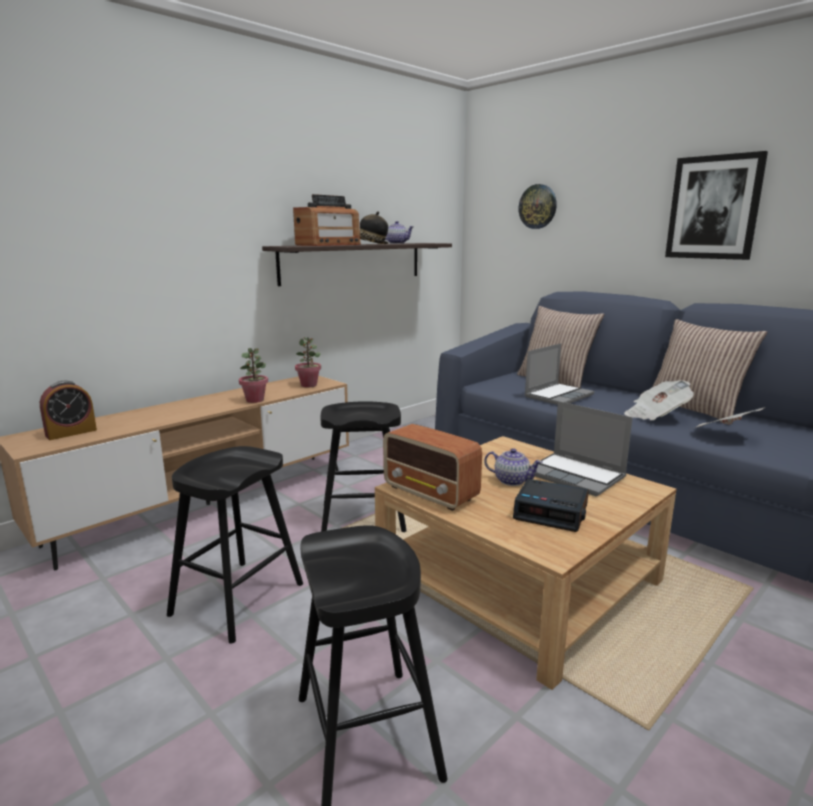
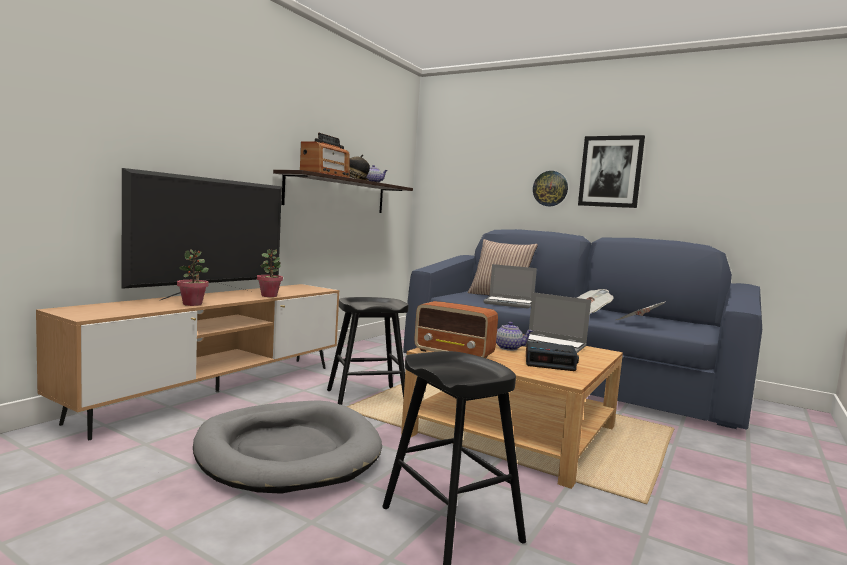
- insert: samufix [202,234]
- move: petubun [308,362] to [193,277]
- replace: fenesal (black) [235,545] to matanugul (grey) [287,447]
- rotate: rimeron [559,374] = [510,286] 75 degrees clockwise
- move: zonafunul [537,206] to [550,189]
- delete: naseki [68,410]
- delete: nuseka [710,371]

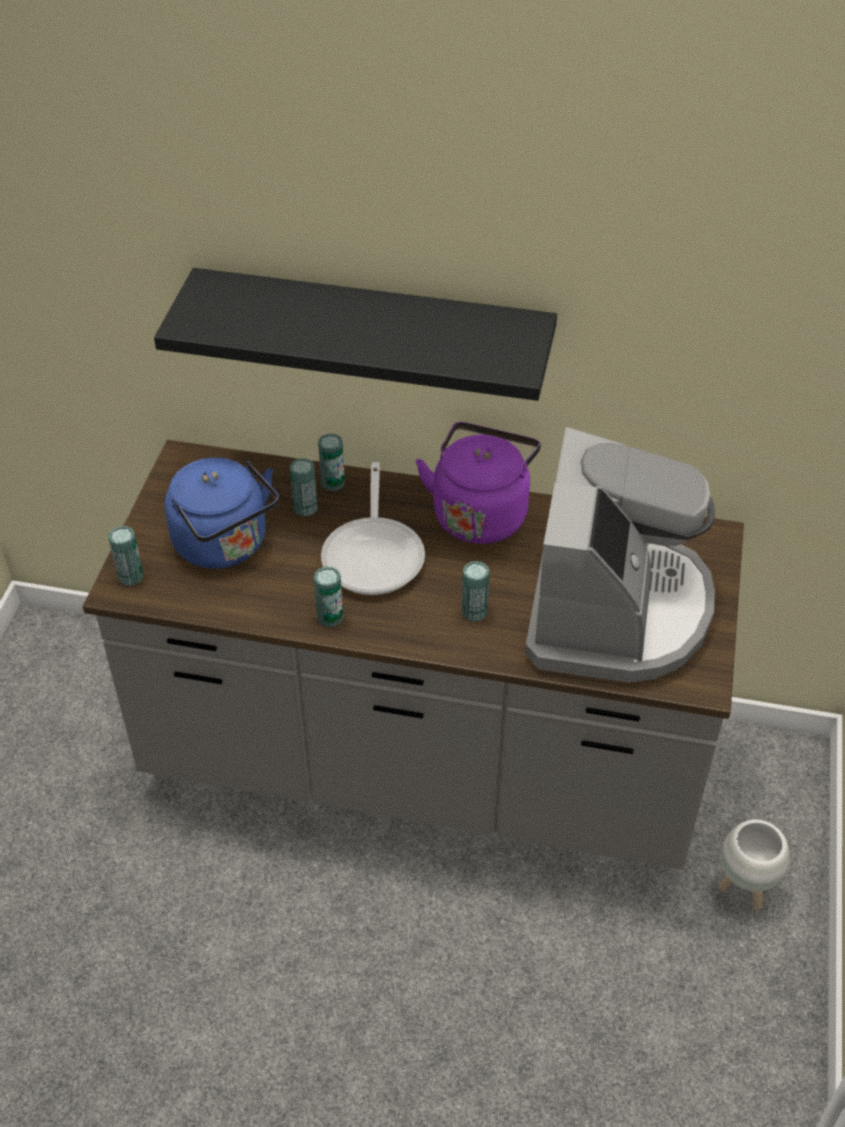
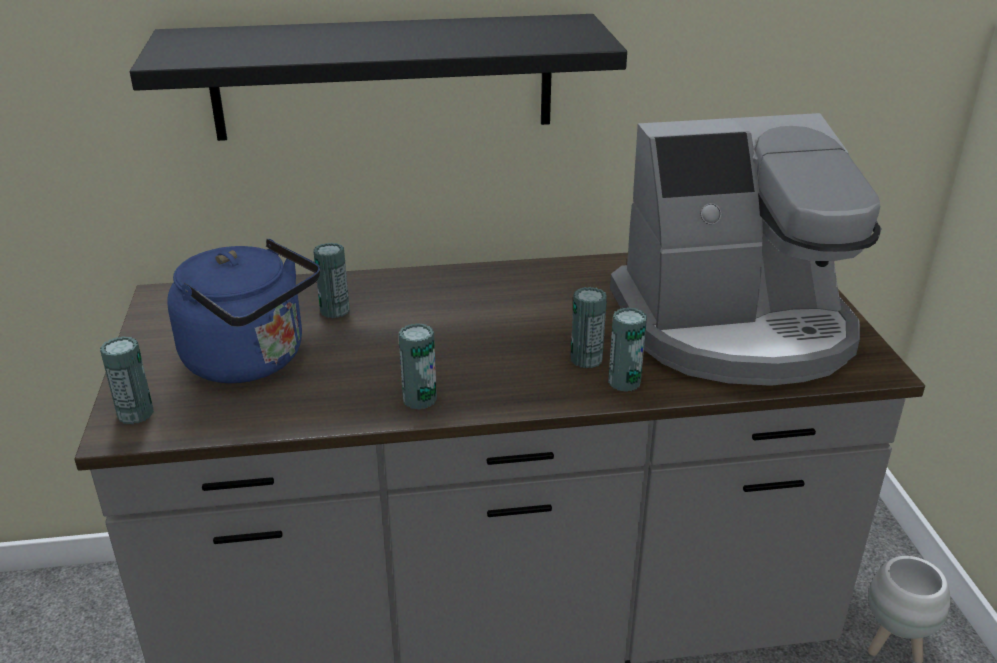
- move: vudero [331,462] to [627,349]
- rotate: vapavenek [620,555] = [745,249] 90 degrees clockwise
- delete: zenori [373,528]
- delete: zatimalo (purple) [478,483]

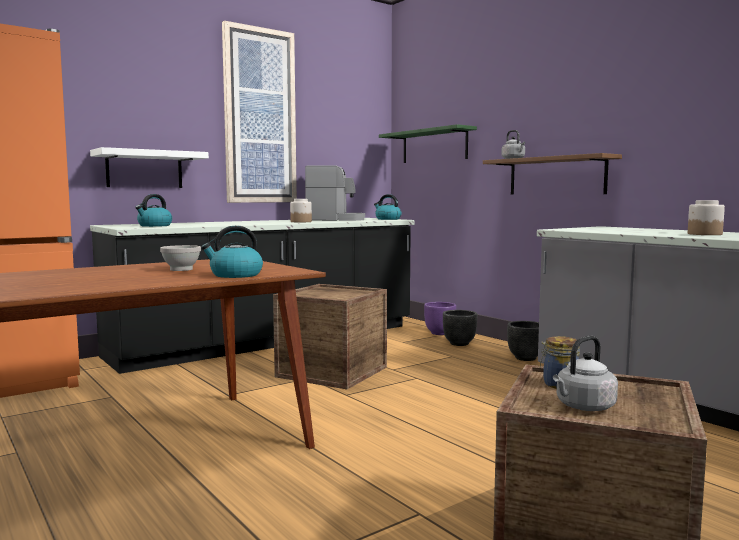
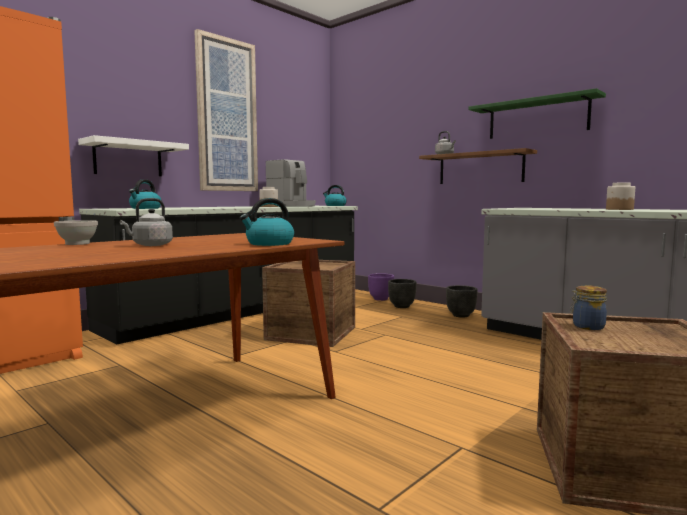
- move: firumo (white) [180,258] to [76,232]
- move: zatimalo (grey) [585,373] to [146,222]
- rotate: vapavenek [335,193] = [291,183] 45 degrees clockwise
- move: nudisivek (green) [428,143] to [537,113]

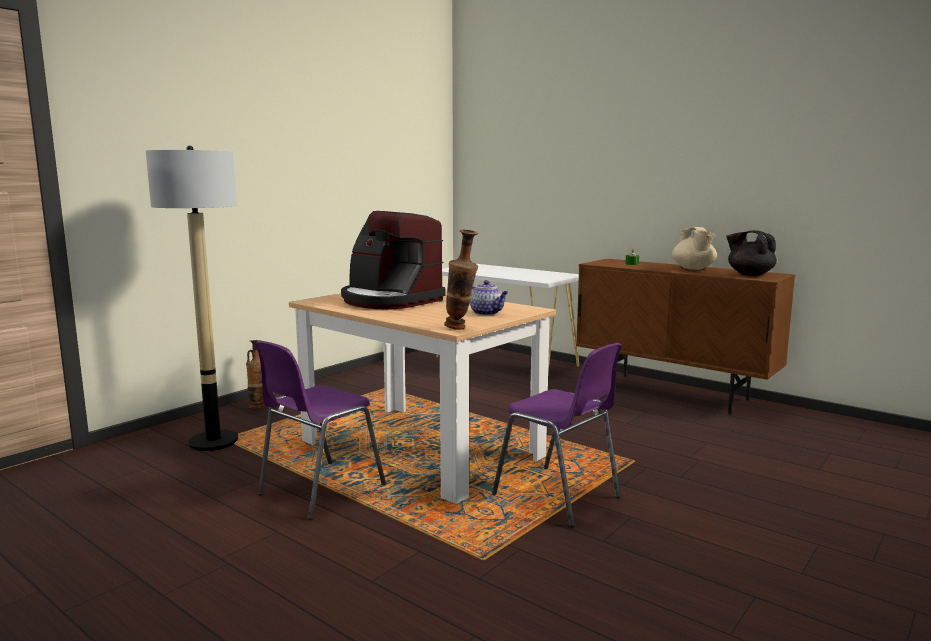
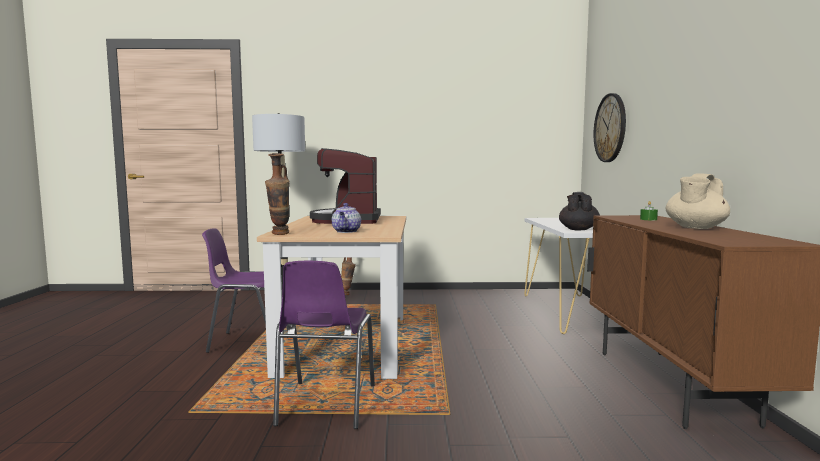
- move: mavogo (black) [751,253] to [579,211]
- insert: zonafunul [610,127]

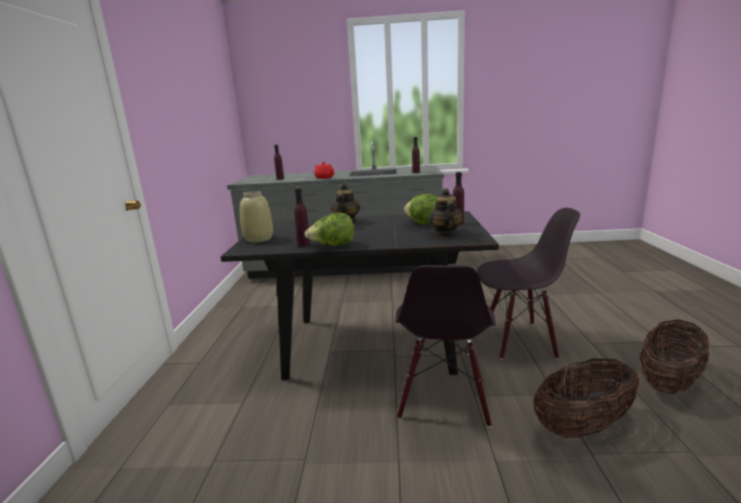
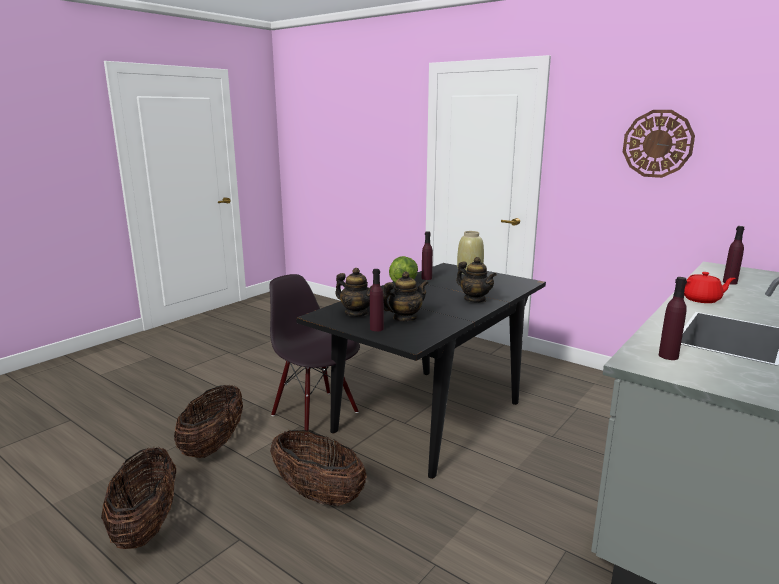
- replace: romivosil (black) [528,284] to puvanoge [318,468]
- replace: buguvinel [420,209] to mavogo [405,296]
- insert: zonafunul [659,144]

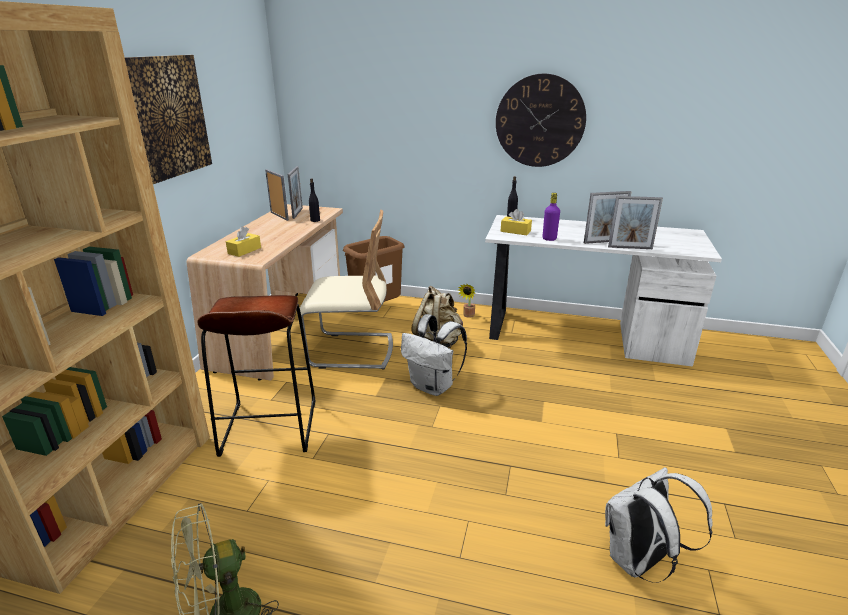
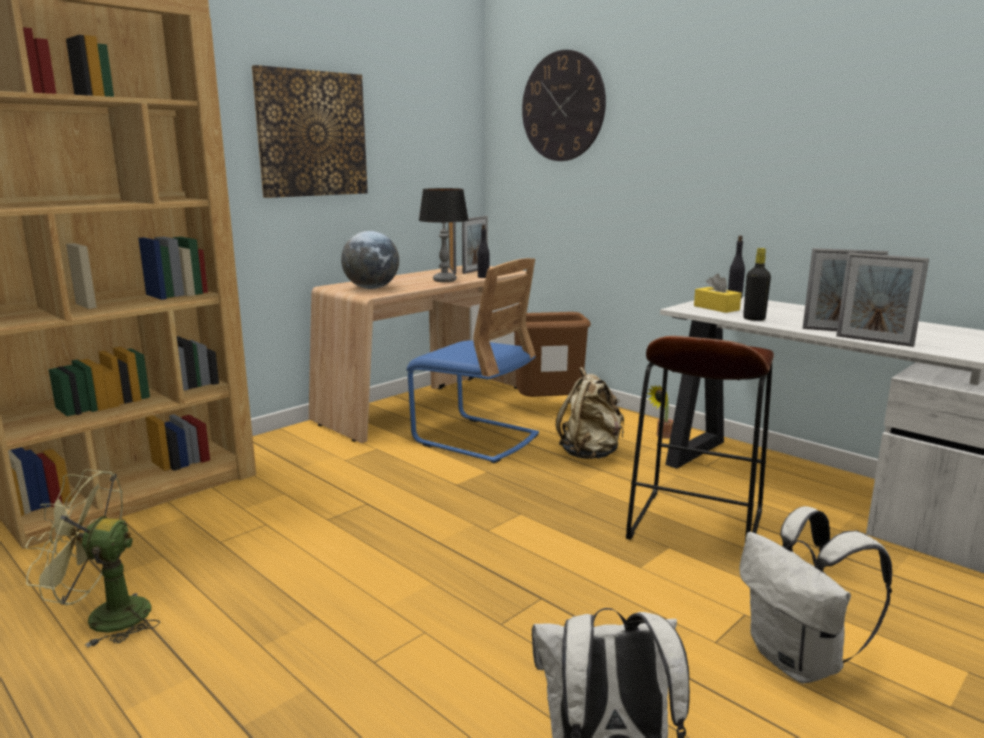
- replace: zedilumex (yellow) [243,241] to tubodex [370,260]
- recolor: romivosil (beige) [346,290] to romivosil (blue) [473,360]
- insert: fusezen [444,235]
- move: zonafunul [541,120] to [564,105]
- move: fenesal (brown) [256,376] to [700,438]
- move: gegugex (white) [434,355] to [815,595]
- recolor: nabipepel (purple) [551,217] to nabipepel (black) [757,284]

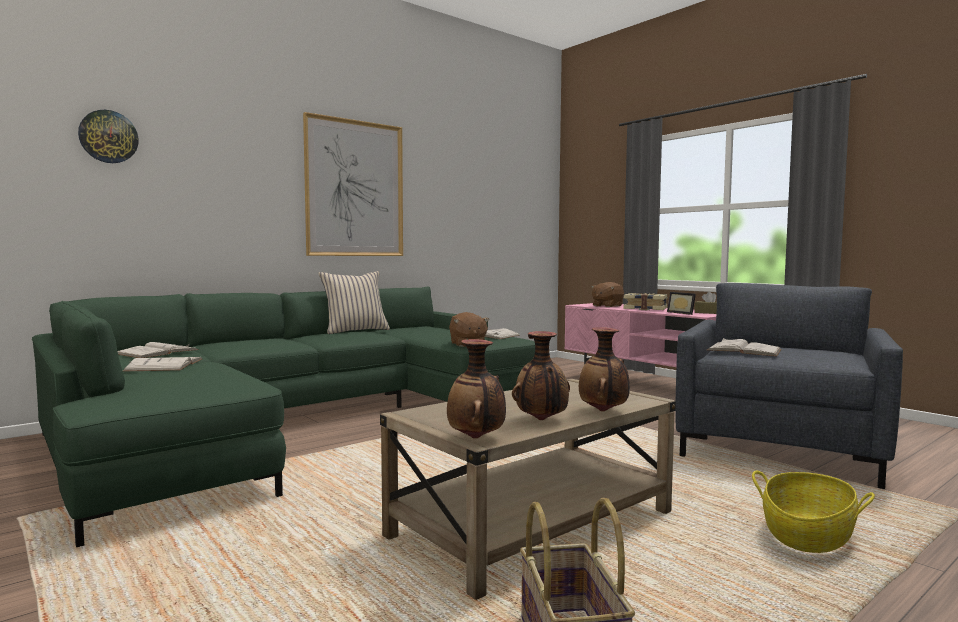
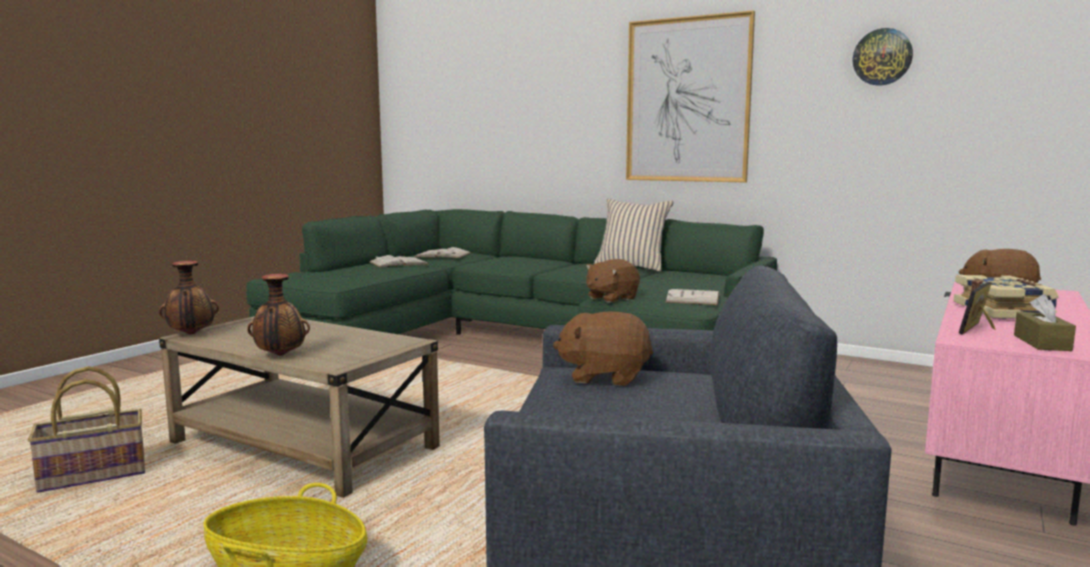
- replace: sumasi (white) [744,347] to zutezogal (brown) [603,348]
- move: zonafunul [108,136] to [883,57]
- delete: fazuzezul [541,375]

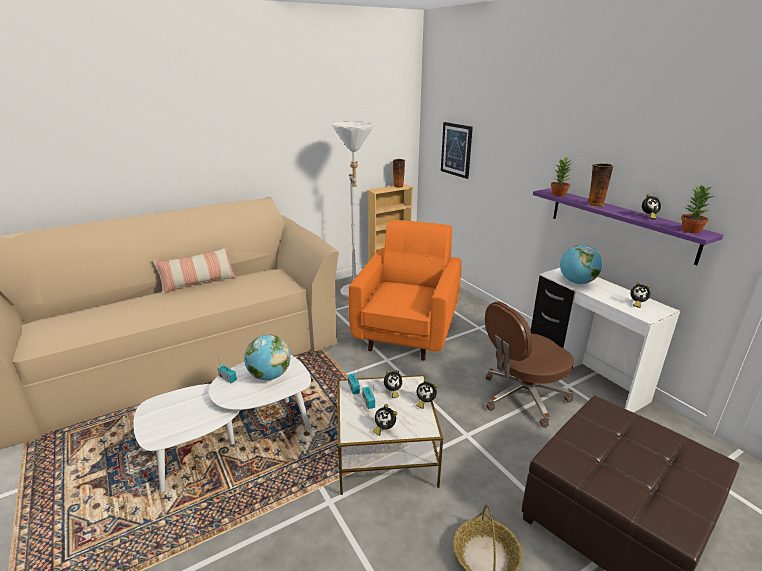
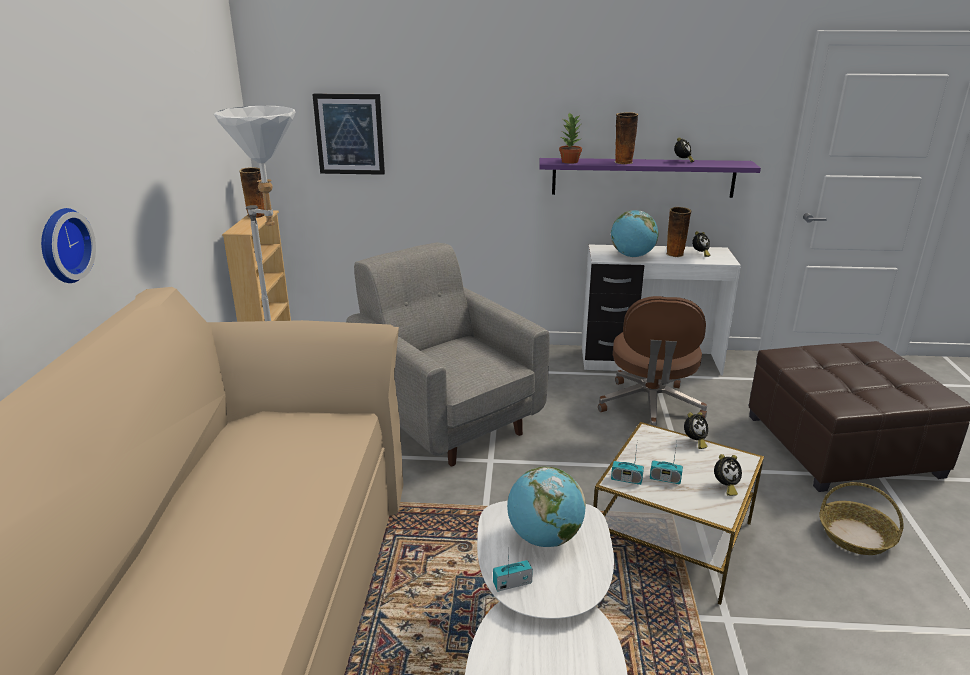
- insert: zonafunul [68,245]
- recolor: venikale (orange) [404,290] to venikale (grey) [447,354]
- insert: fazuzezul [679,232]
- delete: nuseka [194,271]
- delete: naseki [393,384]
- delete: petubun [697,209]

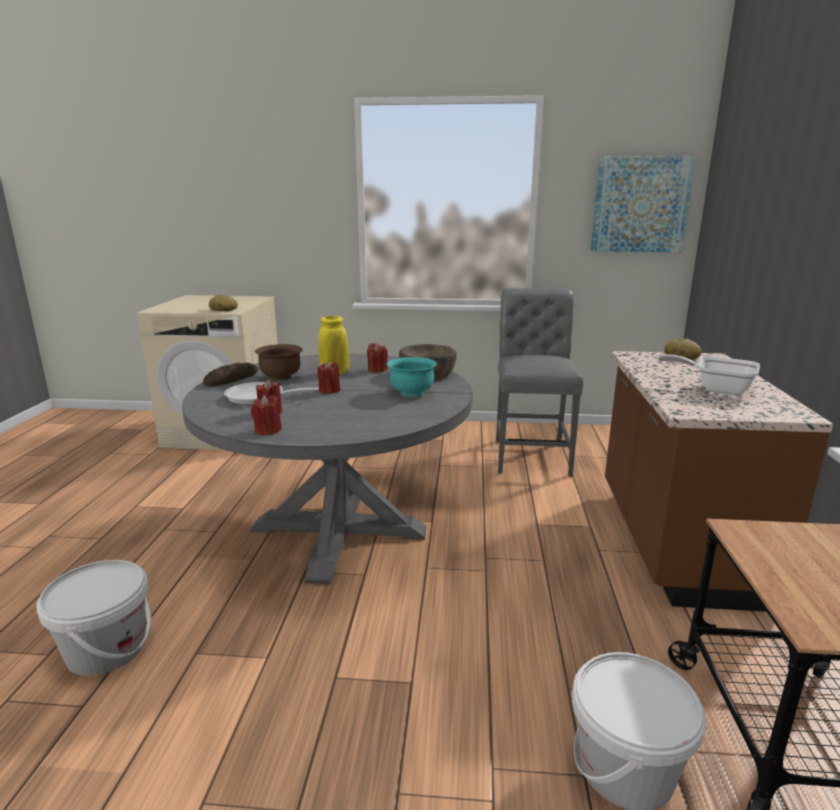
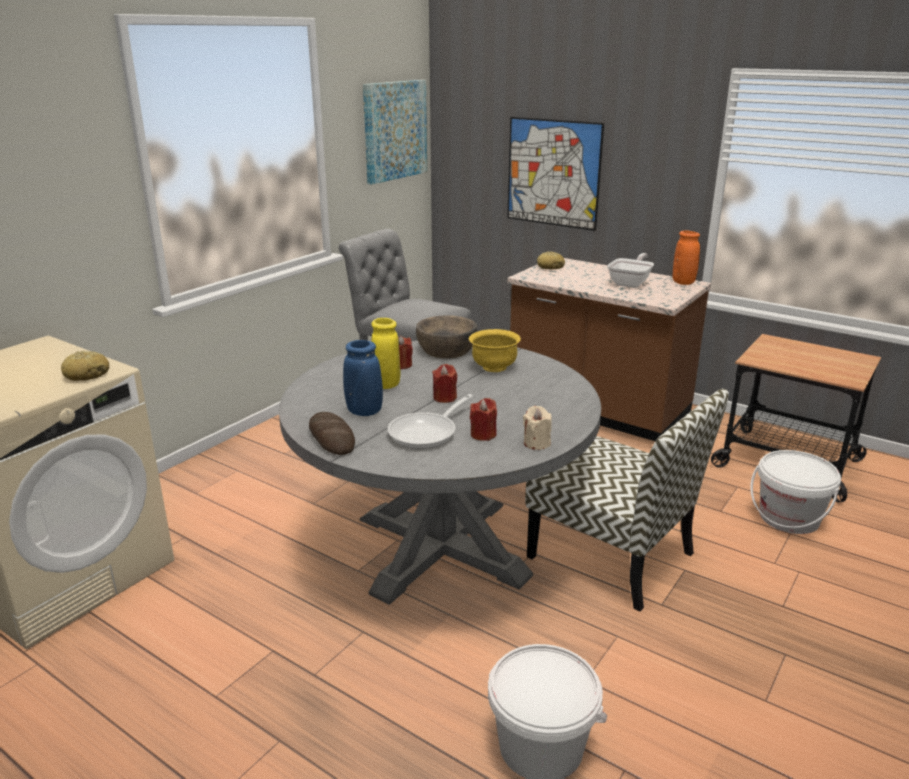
- replace: firumo (brown) [279,362] to fazuzezul (blue) [363,378]
- recolor: firumo (turquoise) [412,377] to firumo (yellow) [495,350]
- insert: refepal [555,174]
- recolor: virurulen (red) [266,415] to virurulen (beige) [537,428]
- insert: romivosil [627,500]
- rotate: zenori [709,375] = [630,270] 150 degrees clockwise
- insert: fazuzezul (orange) [686,257]

